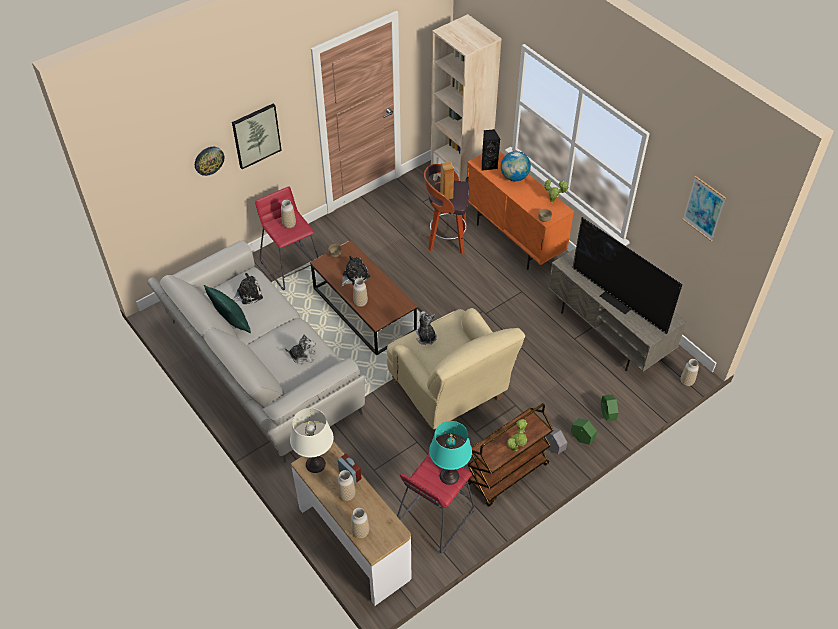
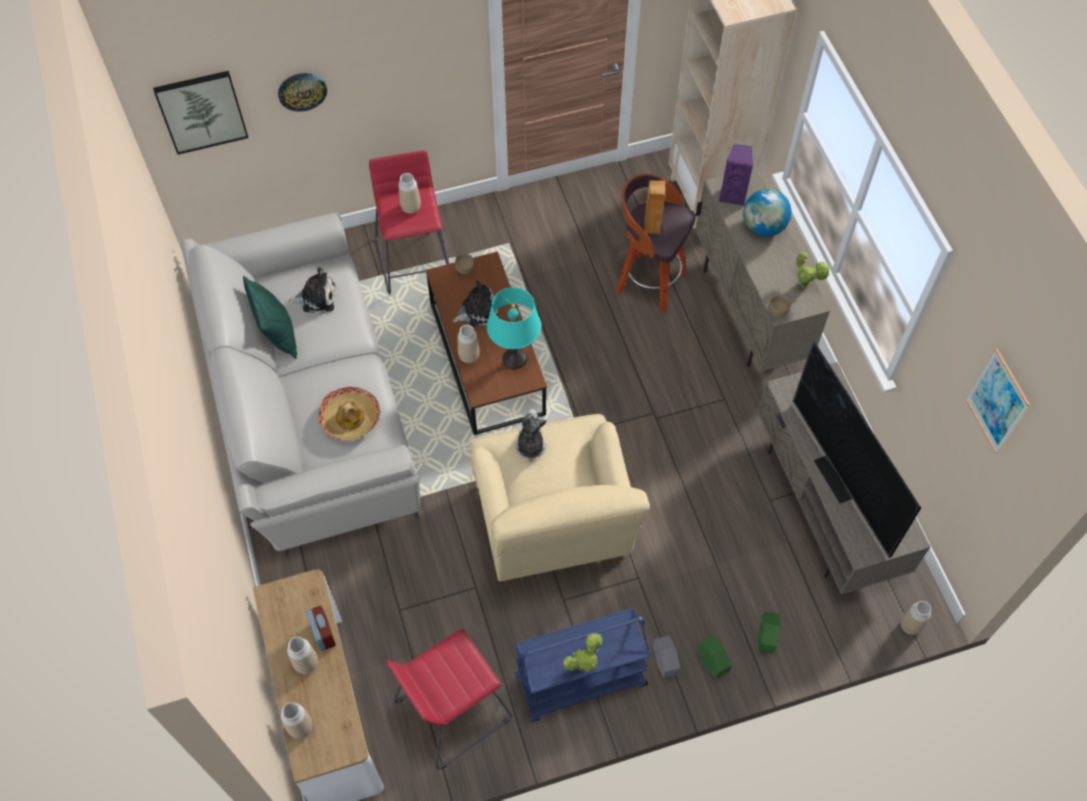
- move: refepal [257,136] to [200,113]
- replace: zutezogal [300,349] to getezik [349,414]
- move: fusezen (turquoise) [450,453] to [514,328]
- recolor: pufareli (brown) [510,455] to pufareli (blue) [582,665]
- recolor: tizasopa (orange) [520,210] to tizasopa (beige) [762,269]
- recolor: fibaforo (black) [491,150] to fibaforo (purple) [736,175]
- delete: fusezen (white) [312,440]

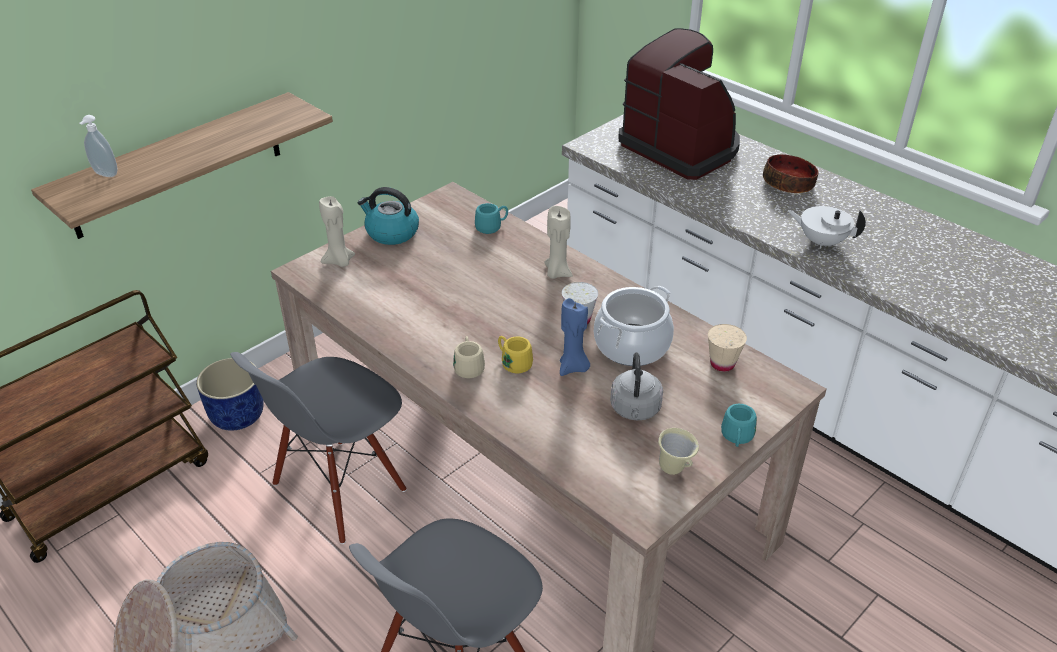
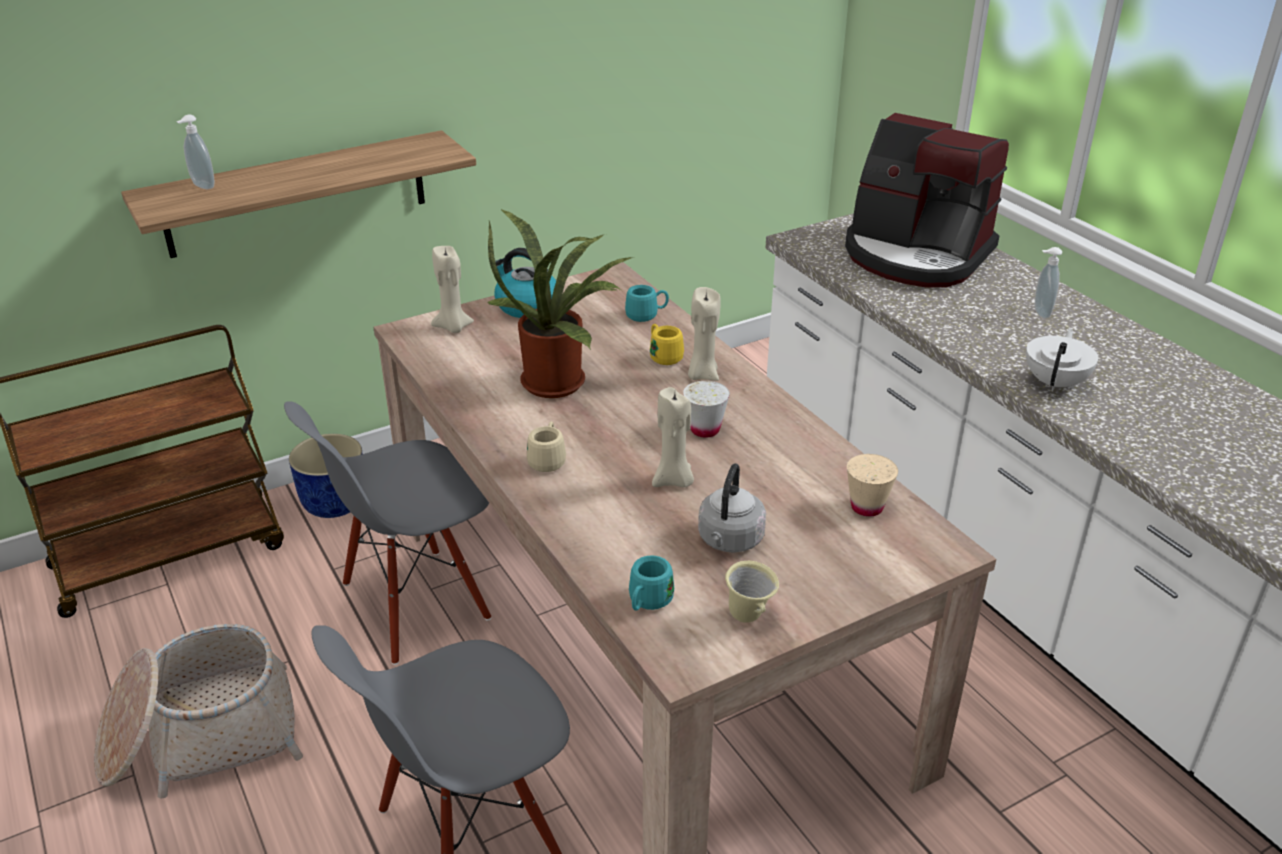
- insert: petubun [560,303]
- move: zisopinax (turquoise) [739,425] to [651,583]
- move: zisopinax (yellow) [515,355] to [667,344]
- recolor: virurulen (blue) [575,337] to virurulen (beige) [673,437]
- rotate: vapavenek [679,104] = [927,200] 150 degrees clockwise
- rotate: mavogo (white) [827,227] = [1062,360] 75 degrees clockwise
- replace: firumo [791,173] to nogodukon [1048,283]
- delete: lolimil [634,326]

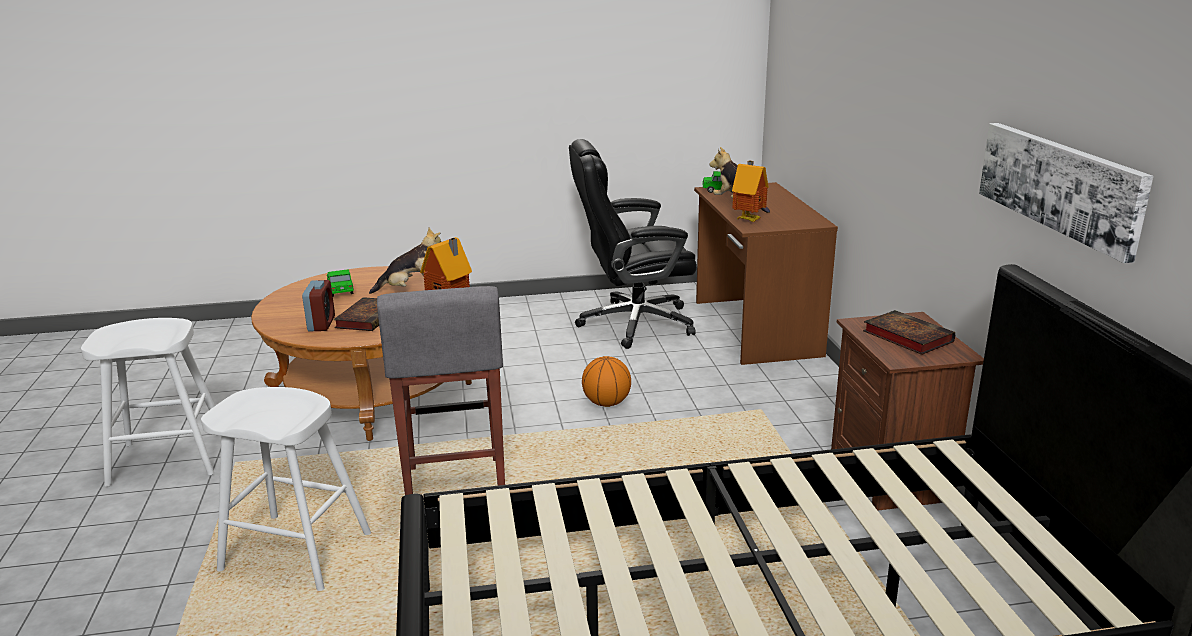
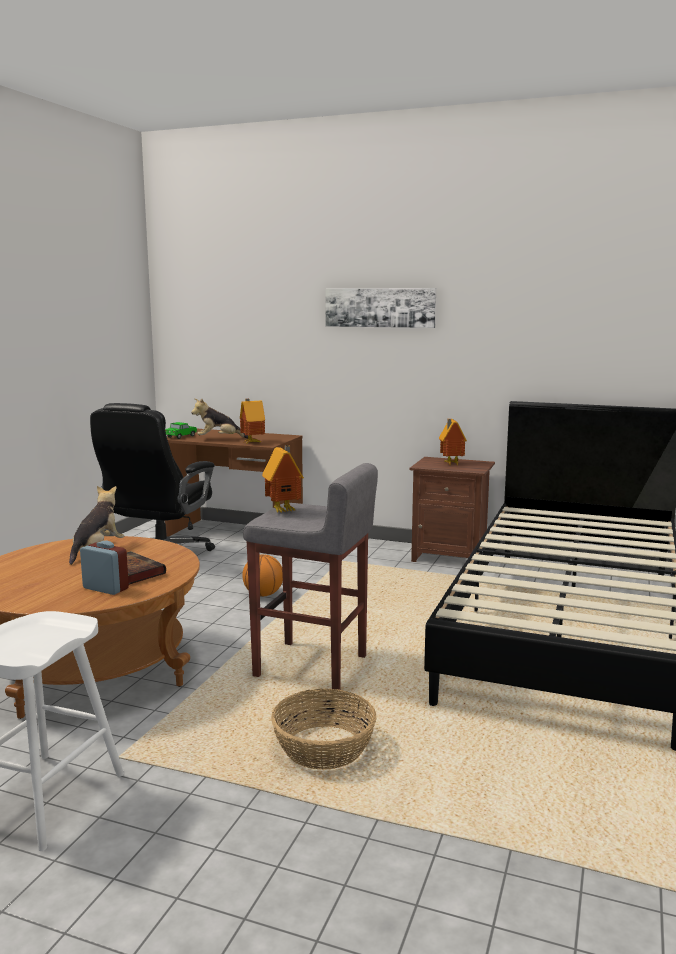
- replace: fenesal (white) [286,489] to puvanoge [323,729]
- move: refepal [1066,193] to [380,308]
- replace: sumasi [909,332] to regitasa [453,442]
- delete: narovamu [340,283]

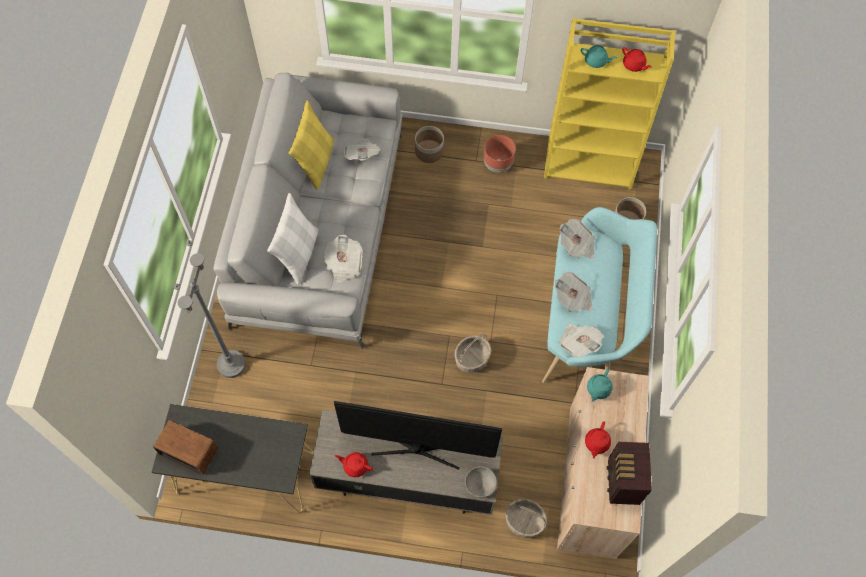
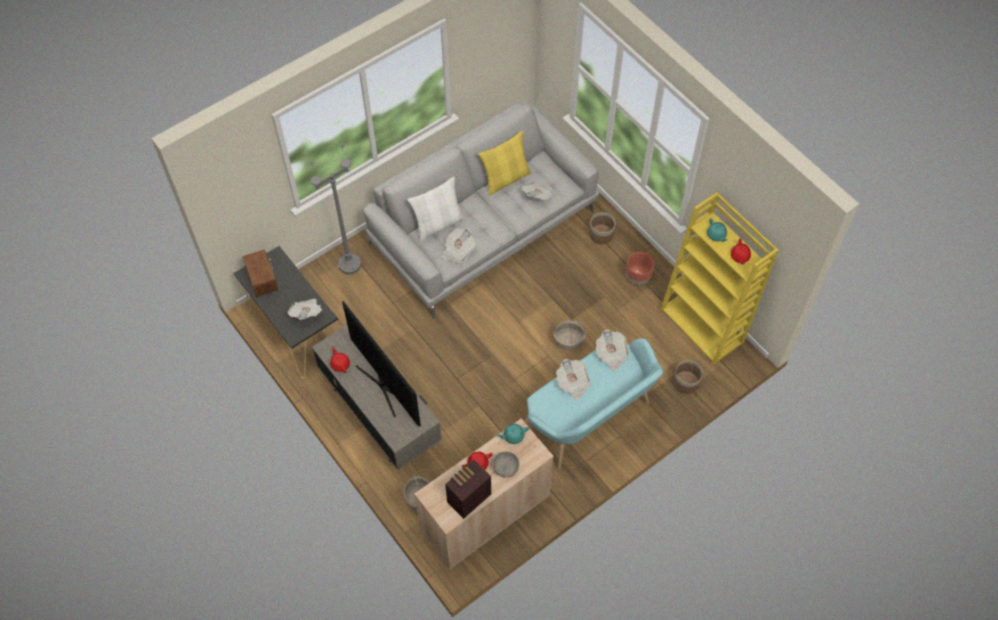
- move: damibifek [581,340] to [305,309]
- move: firumo (grey) [481,482] to [506,464]
- move: puvanoge [473,353] to [569,335]

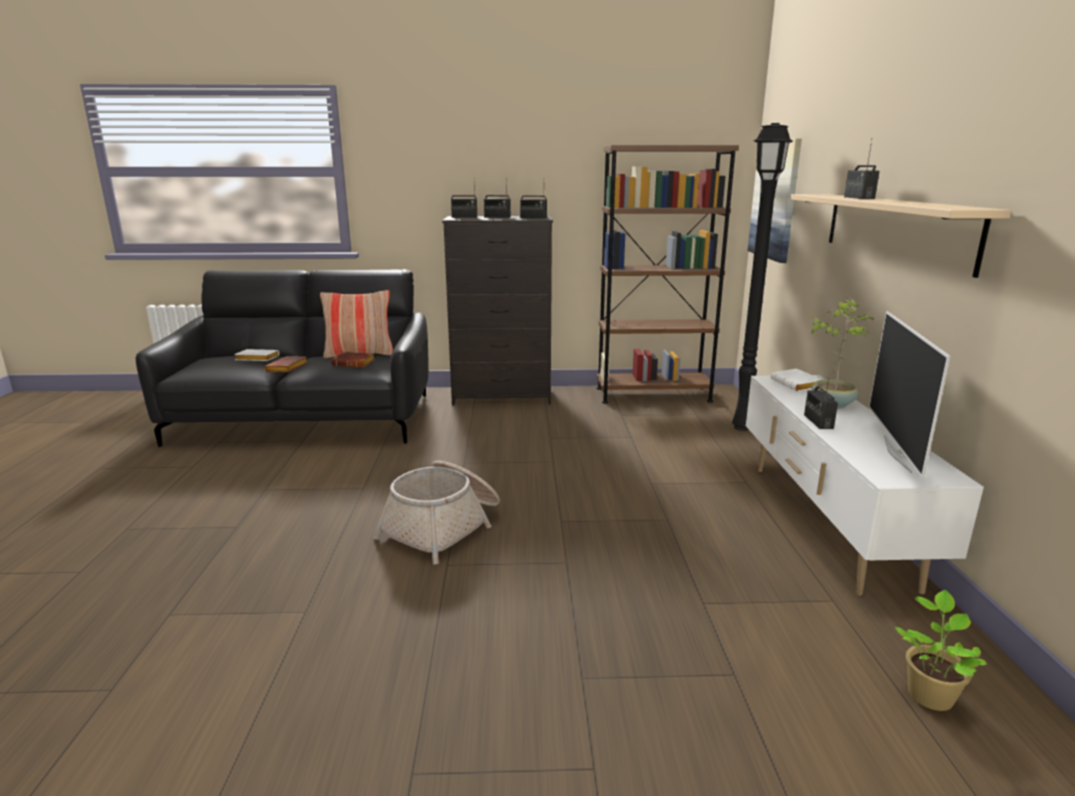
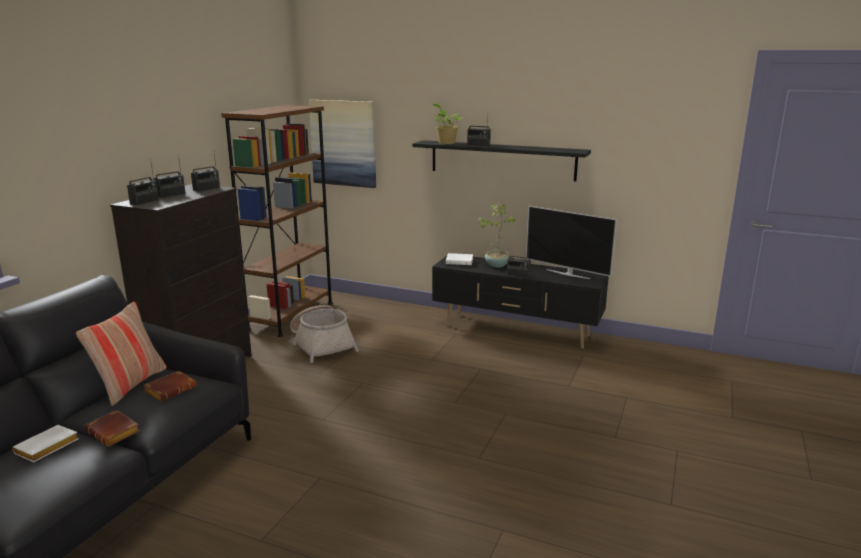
- move: puvanoge [436,512] to [324,334]
- recolor: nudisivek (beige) [900,236] to nudisivek (black) [501,160]
- recolor: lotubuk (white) [865,485] to lotubuk (black) [520,302]
- move: petubun [941,650] to [447,123]
- delete: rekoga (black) [762,277]

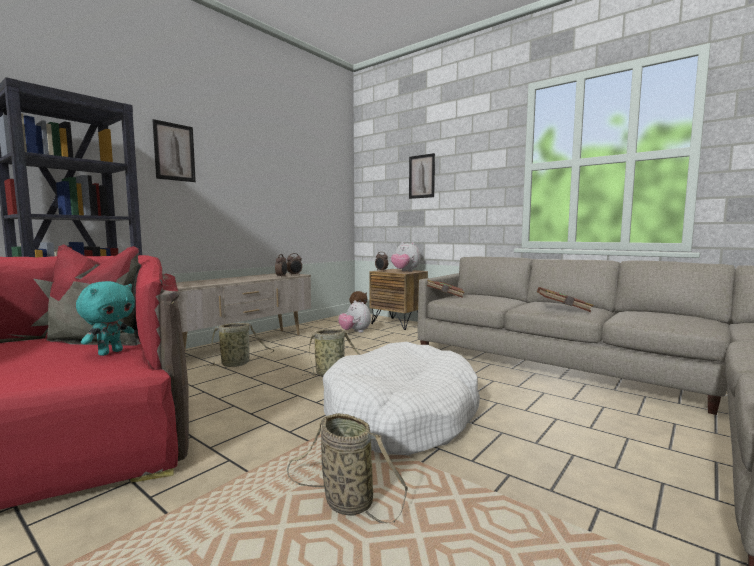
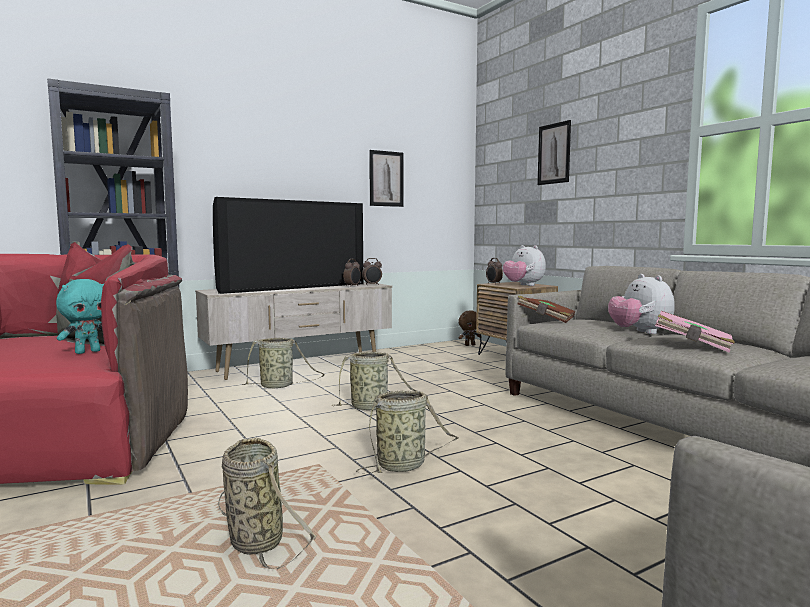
- insert: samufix [288,245]
- replace: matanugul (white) [401,398] to puvanoge [407,431]
- move: refepal [174,150] to [386,178]
- move: zutezogal [354,316] to [641,304]
- recolor: sumasi (brown) [565,299] to sumasi (pink) [695,332]

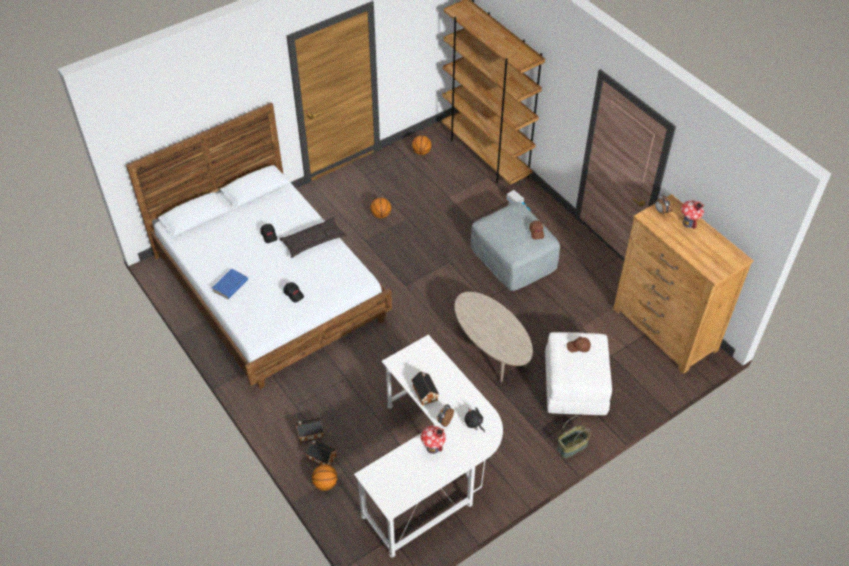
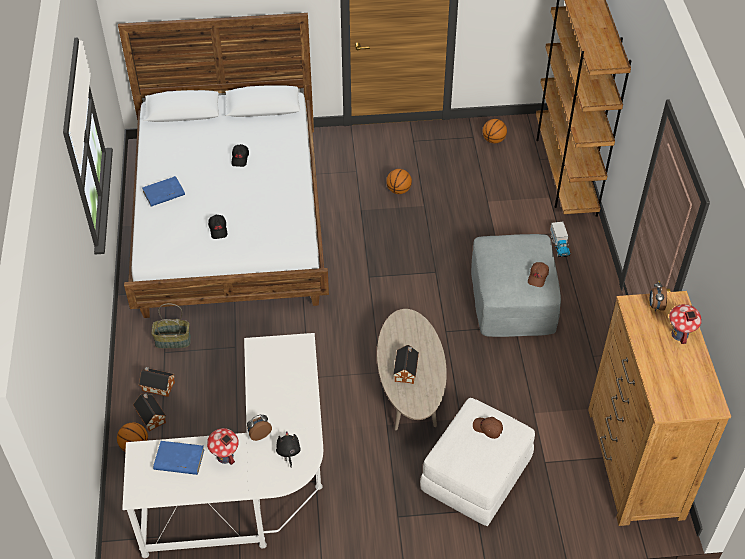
- move: puvanoge [574,437] to [171,326]
- insert: sumasi (blue) [179,458]
- move: regitasa [425,389] to [406,364]
- delete: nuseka [313,237]

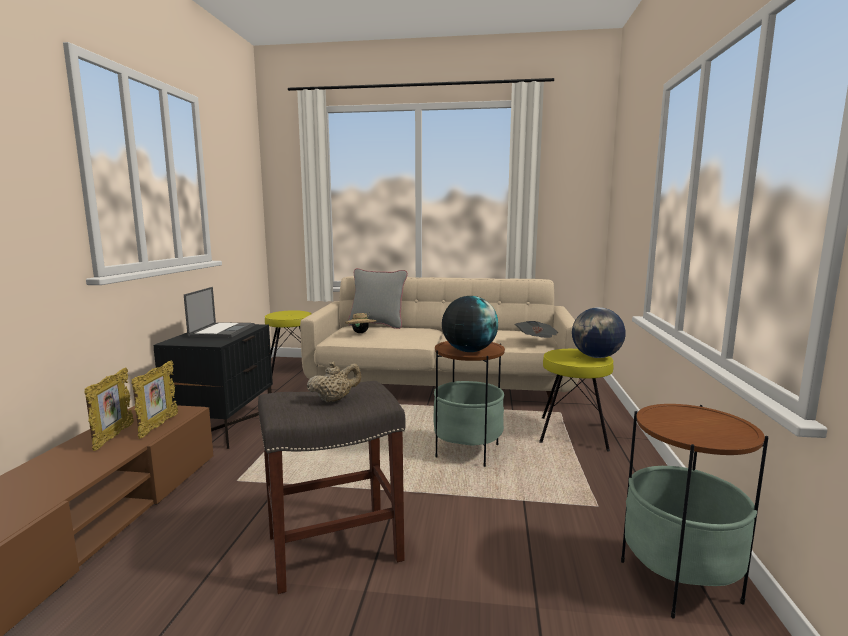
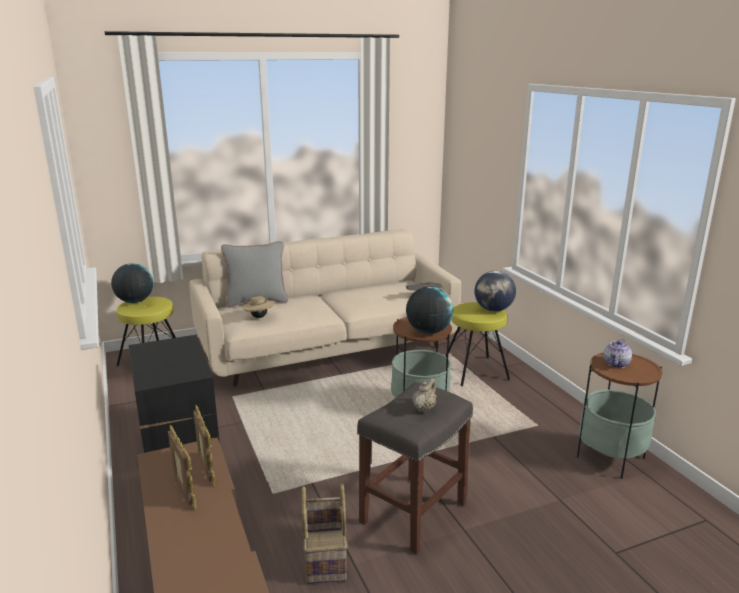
- insert: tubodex [132,283]
- insert: puvanoge [325,534]
- insert: mavogo [617,353]
- delete: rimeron [219,312]

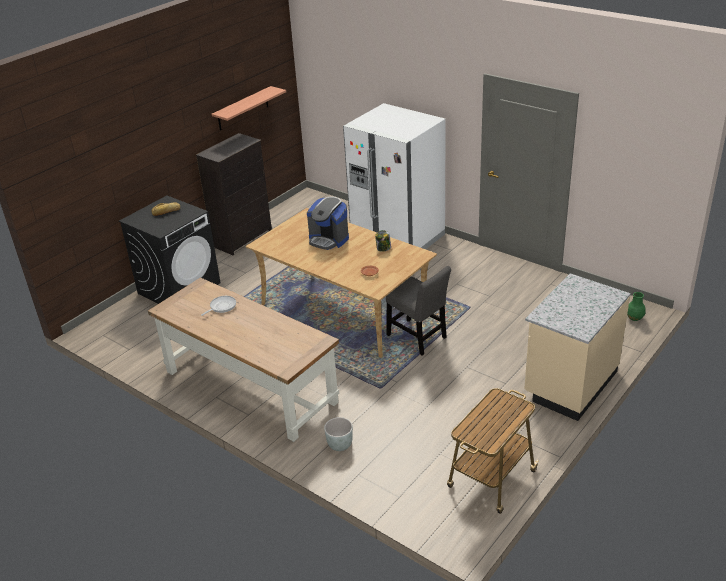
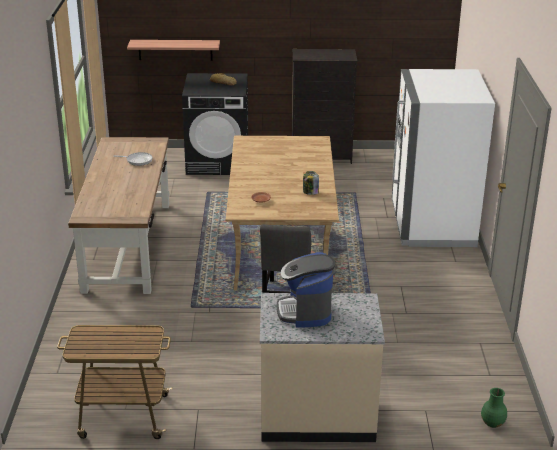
- move: nudisivek [249,108] to [173,50]
- move: vapavenek [328,223] to [306,290]
- delete: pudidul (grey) [338,434]

